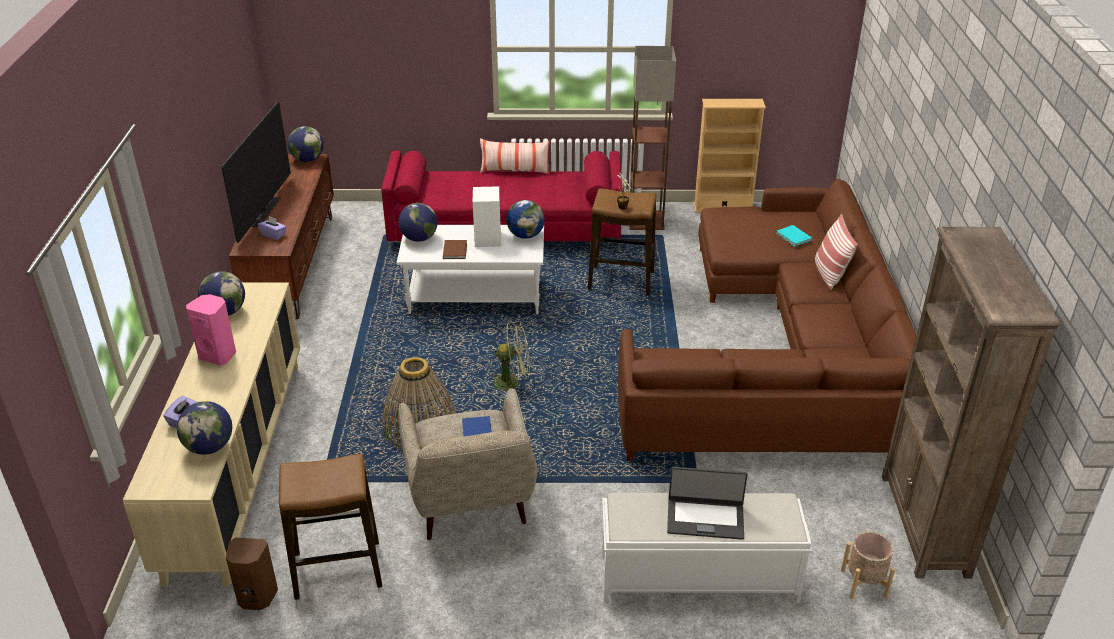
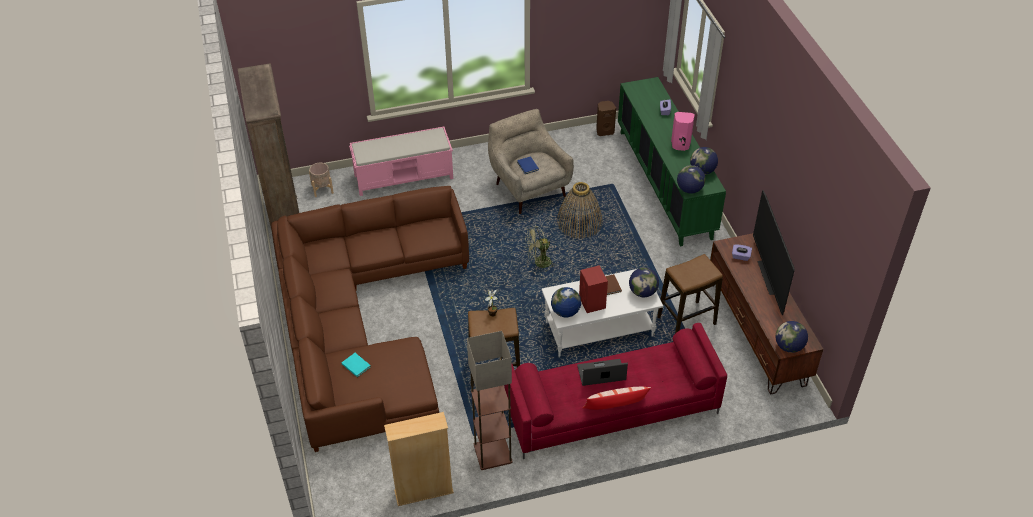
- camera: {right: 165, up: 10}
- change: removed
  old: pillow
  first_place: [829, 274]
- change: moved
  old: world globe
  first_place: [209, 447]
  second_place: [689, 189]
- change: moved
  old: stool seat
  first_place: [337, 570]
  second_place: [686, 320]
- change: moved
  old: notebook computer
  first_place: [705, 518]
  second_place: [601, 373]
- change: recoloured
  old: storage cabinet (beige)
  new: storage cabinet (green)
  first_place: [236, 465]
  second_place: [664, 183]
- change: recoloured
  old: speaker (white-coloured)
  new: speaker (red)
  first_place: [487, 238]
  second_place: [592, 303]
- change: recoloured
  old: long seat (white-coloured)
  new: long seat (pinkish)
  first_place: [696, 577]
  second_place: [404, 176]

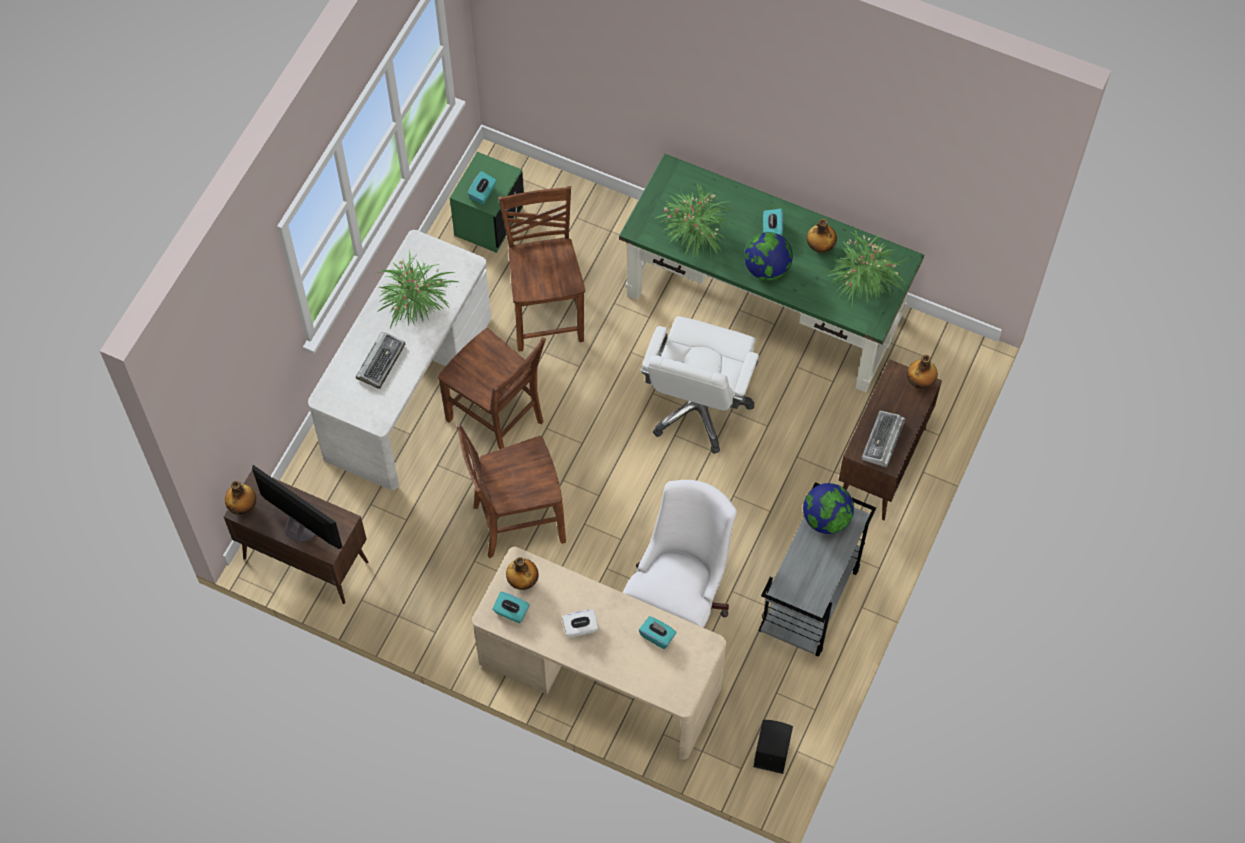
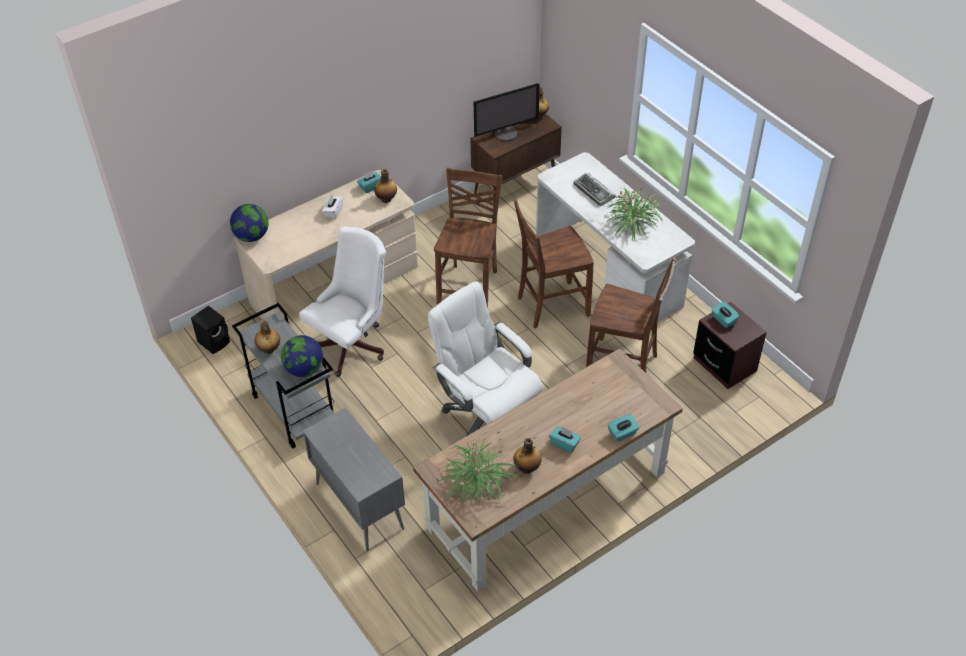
- camera: {right: 120, up: -15}
- change: removed
  old: plant in a pot
  first_place: [694, 231]
- change: removed
  old: computer keyboard
  first_place: [882, 441]
- change: moved
  old: tissue holder (blue-green)
  first_place: [657, 636]
  second_place: [622, 433]
- change: moved
  old: world globe
  first_place: [767, 268]
  second_place: [252, 236]
- change: moved
  old: drink bottle
  first_place: [920, 382]
  second_place: [269, 349]
- change: recoloured
  old: nightstand (green)
  new: nightstand (brown)
  first_place: [489, 221]
  second_place: [724, 365]
- change: recoloured
  old: desk unit (green)
  new: desk unit (brown)
  first_place: [766, 305]
  second_place: [546, 500]
- change: recoloured
  old: storage cabinet (brown)
  new: storage cabinet (gray)
  first_place: [881, 466]
  second_place: [358, 505]
- change: turned
  old: office chair (white-coloured)
  first_place: [679, 598]
  second_place: [352, 343]
  degrees: -105

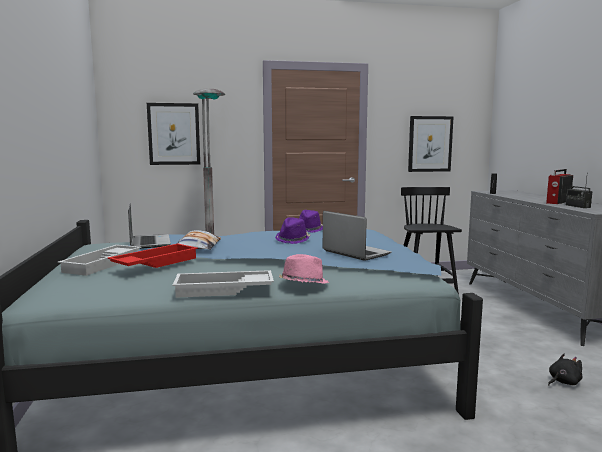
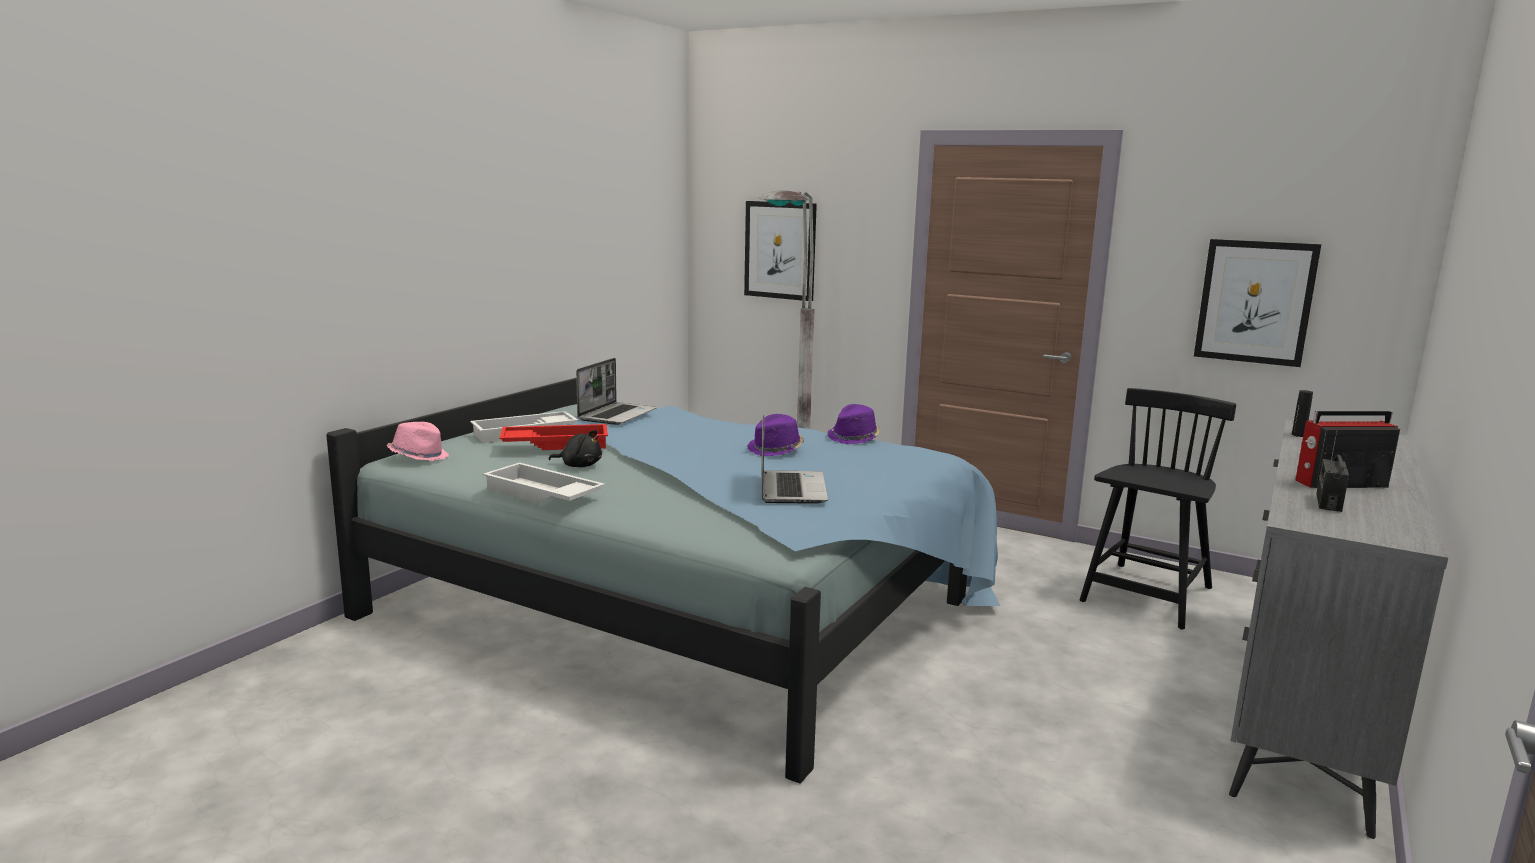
- camera: {right: 40, up: 5}
- change: removed
  old: pillow
  first_place: [198, 246]
- change: moved
  old: clothing hat (pinkish)
  first_place: [303, 284]
  second_place: [419, 456]
- change: moved
  old: soft toy (black-coloured)
  first_place: [563, 382]
  second_place: [579, 465]

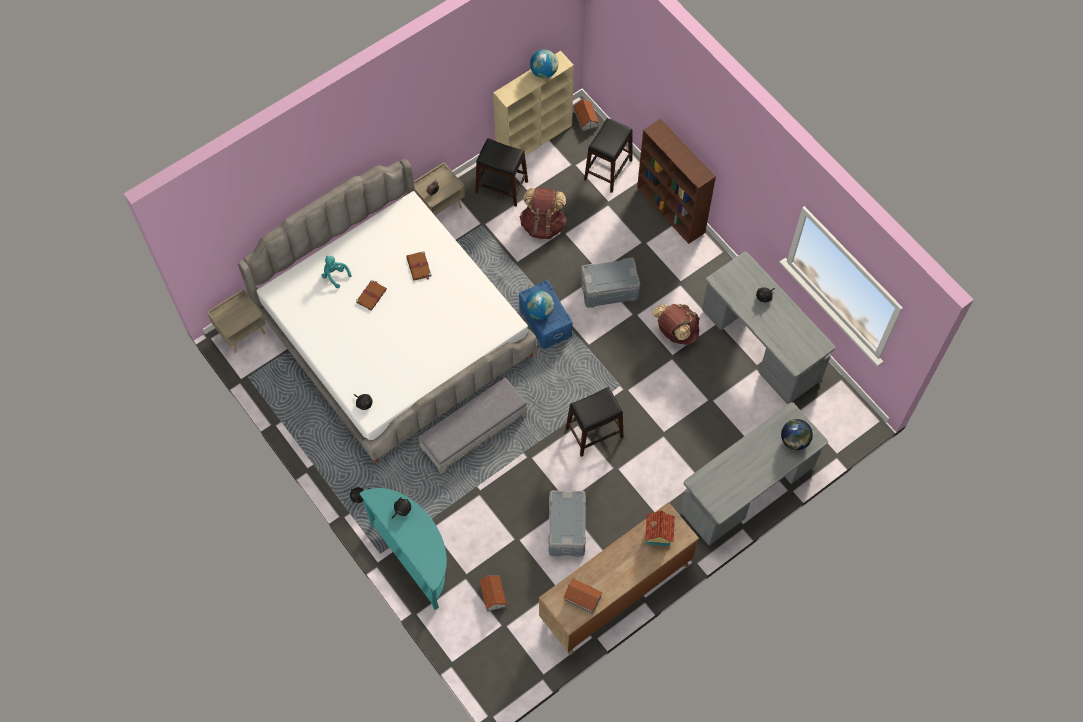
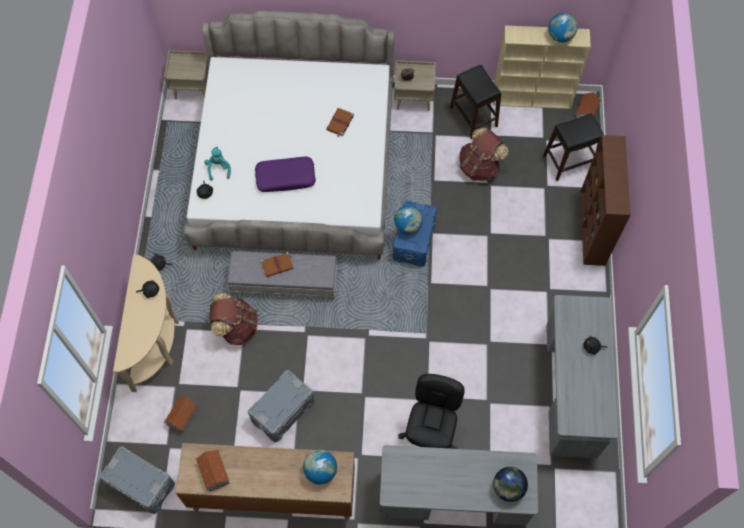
- camera: {right: 40, up: 0}
- change: removed
  old: stool seat (black-coloured)
  first_place: [594, 433]
- change: added
  new: pillow (purplish)
  second_place: [285, 177]
- change: added
  new: office chair (black-coloured)
  second_place: [430, 435]
- change: moved
  old: soft toy (blue-green)
  first_place: [335, 275]
  second_place: [218, 168]
- change: moved
  old: volume (brown)
  first_place: [371, 295]
  second_place: [278, 265]
- change: moved
  old: storage container (gray)
  first_place: [609, 289]
  second_place: [141, 483]
- change: moved
  old: backpack (brown)
  first_place: [675, 332]
  second_place: [236, 327]
- change: replaced
  old: toy house
  new: world globe
  first_place: [657, 534]
  second_place: [320, 471]
- change: recoloured
  old: narrow table (blue-green)
  new: narrow table (beige)
  first_place: [416, 557]
  second_place: [156, 341]

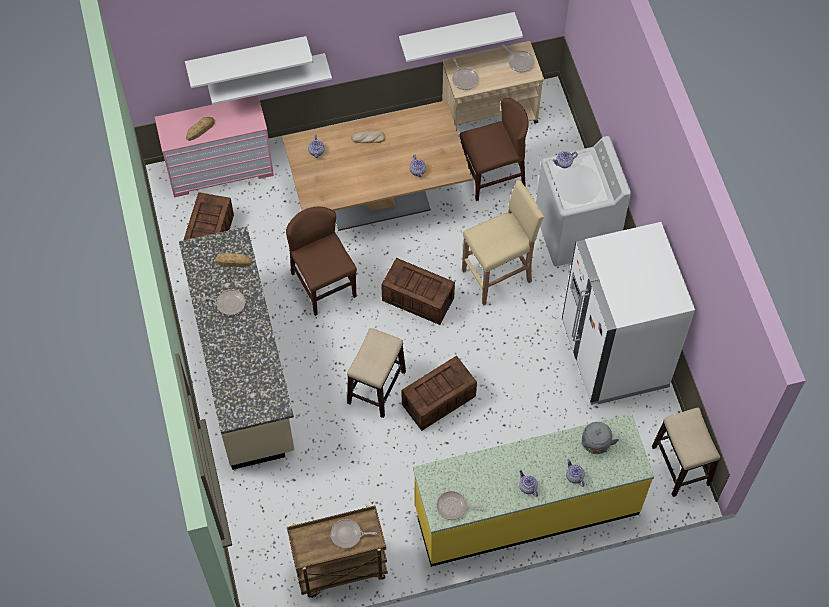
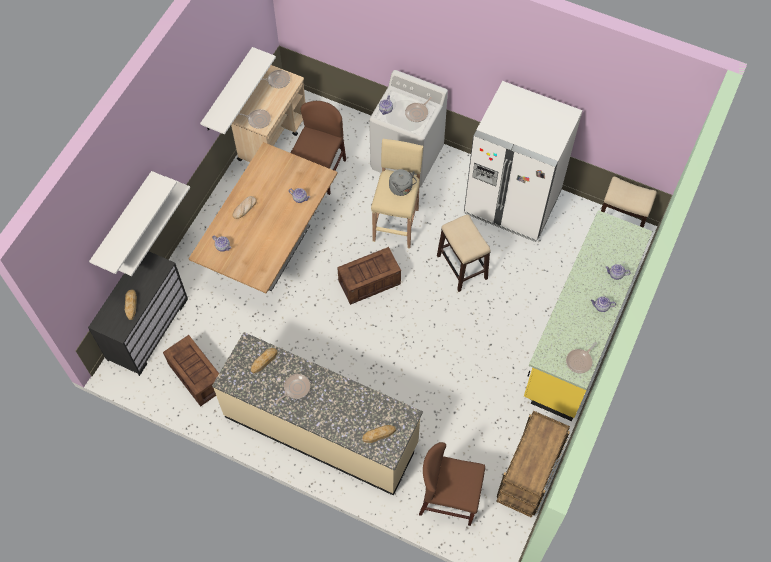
- camera: {right: -50, up: 0}
- change: removed
  old: crate
  first_place: [438, 401]
- change: added
  new: bakery bread
  second_place: [379, 434]
- change: moved
  old: plain chair (brown)
  first_place: [323, 285]
  second_place: [449, 499]
- change: moved
  old: skillet
  first_place: [348, 535]
  second_place: [417, 113]
- change: moved
  old: stool seat
  first_place: [376, 387]
  second_place: [461, 266]
- change: moved
  old: water kettle (gray)
  first_place: [595, 444]
  second_place: [402, 189]
- change: recoloured
  old: drawer chest (pinkish)
  new: drawer chest (black-coloured)
  first_place: [220, 169]
  second_place: [147, 329]

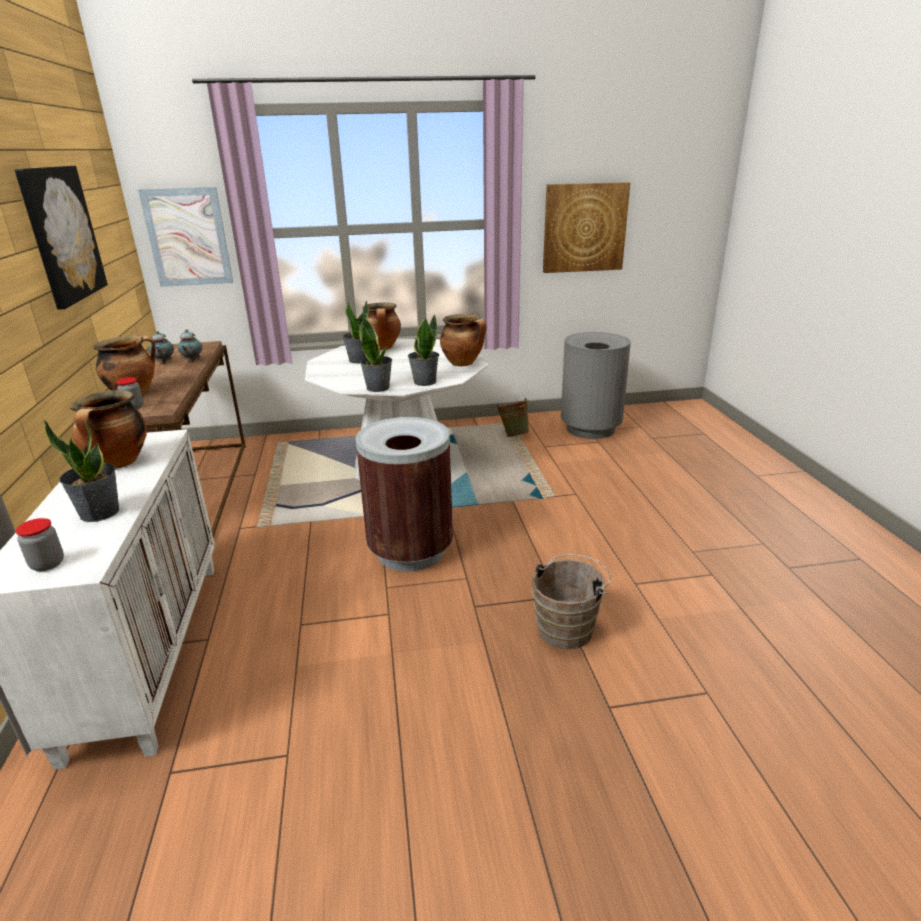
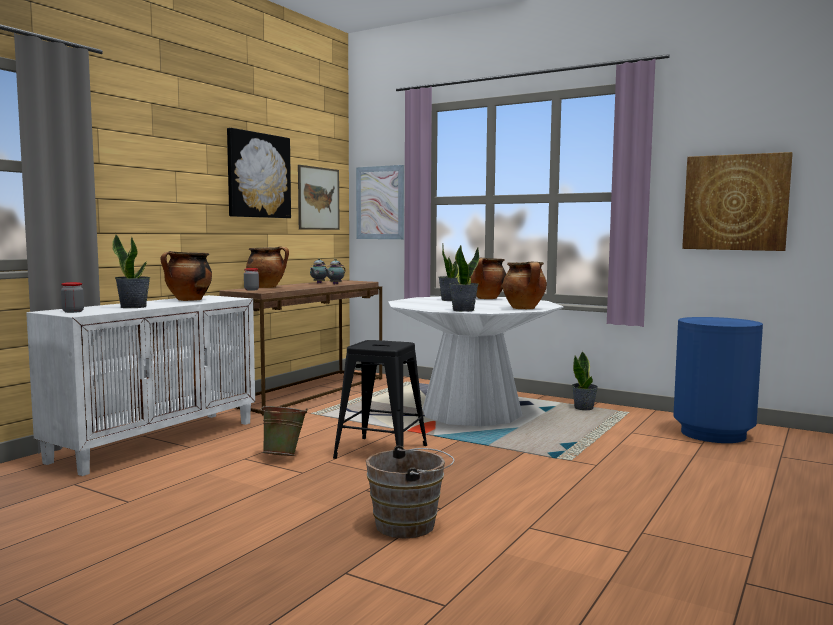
- camera: {right: 40, up: -20}
- change: added
  new: wall picture
  second_place: [318, 198]
- change: moved
  old: plant in a pot
  first_place: [378, 388]
  second_place: [584, 408]
- change: moved
  old: pail (green)
  first_place: [513, 435]
  second_place: [284, 456]
- change: replaced
  old: rubbish bin (brown)
  new: stool seat (black-coloured)
  first_place: [410, 551]
  second_place: [382, 451]
- change: recoloured
  old: rubbish bin (gray)
  new: rubbish bin (blue-coloured)
  first_place: [590, 429]
  second_place: [713, 434]

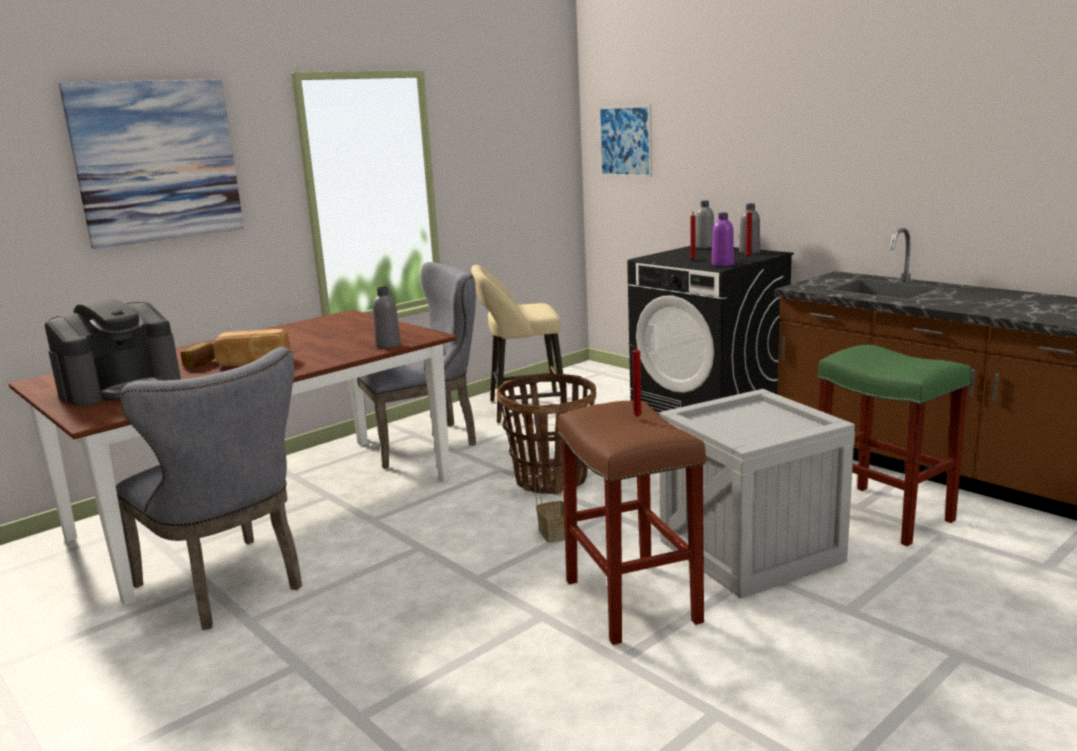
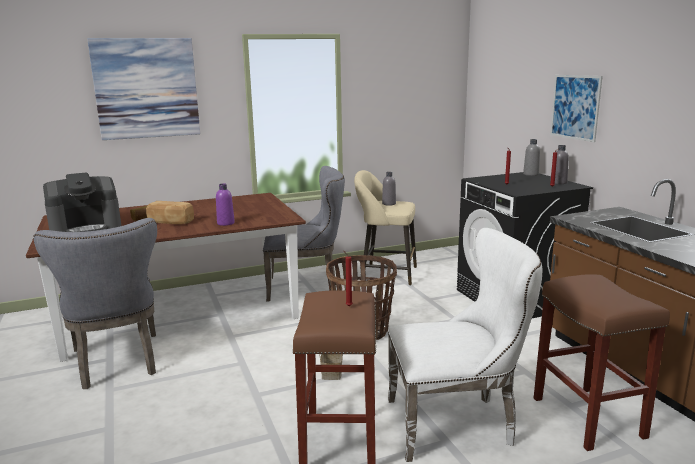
- camera: {right: 20, up: 0}
- change: moved
  old: drink bottle (gray)
  first_place: [388, 345]
  second_place: [389, 204]
- change: moved
  old: wall picture
  first_place: [625, 141]
  second_place: [575, 107]
- change: moved
  old: drink bottle (purplish)
  first_place: [722, 264]
  second_place: [225, 223]
- change: replaced
  old: crate
  new: plain chair (white-coloured)
  first_place: [752, 552]
  second_place: [457, 423]
- change: recoloured
  old: stool seat (green)
  new: stool seat (brown)
  first_place: [880, 514]
  second_place: [586, 416]

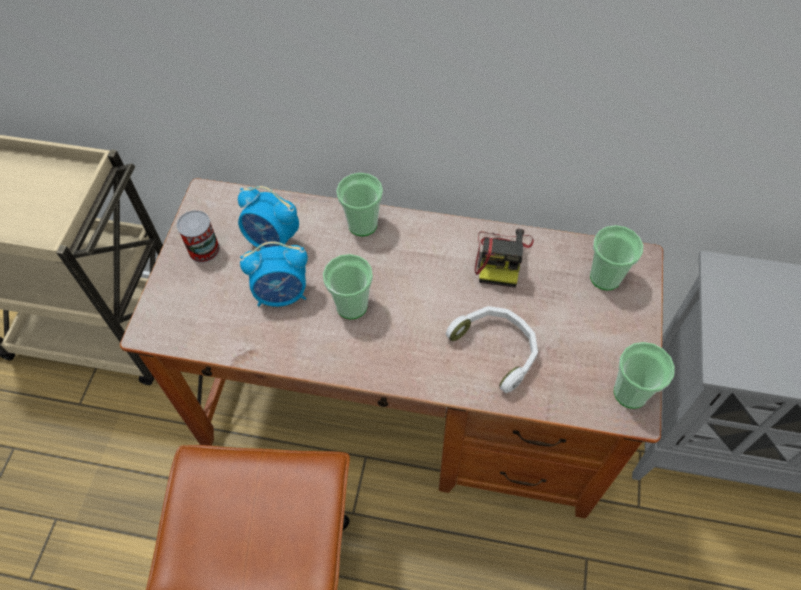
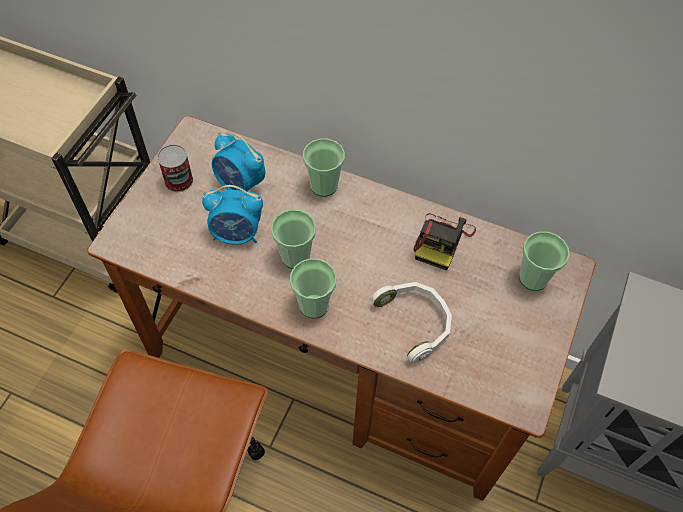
- camera: {right: 10, up: 0}
- change: moved
  old: small cup
  first_place: [630, 393]
  second_place: [314, 305]

